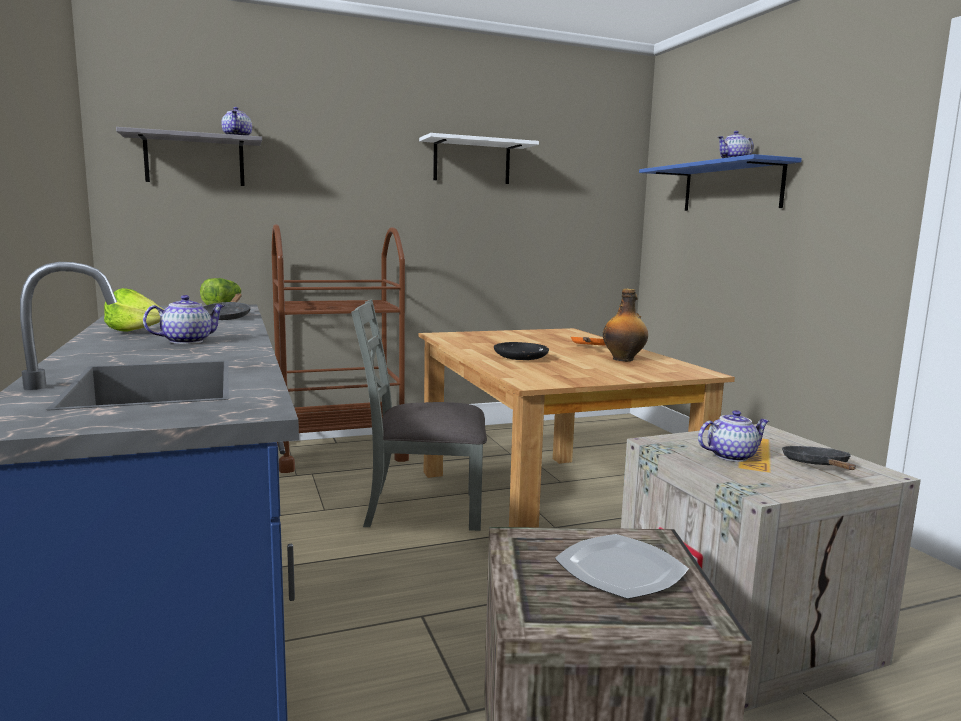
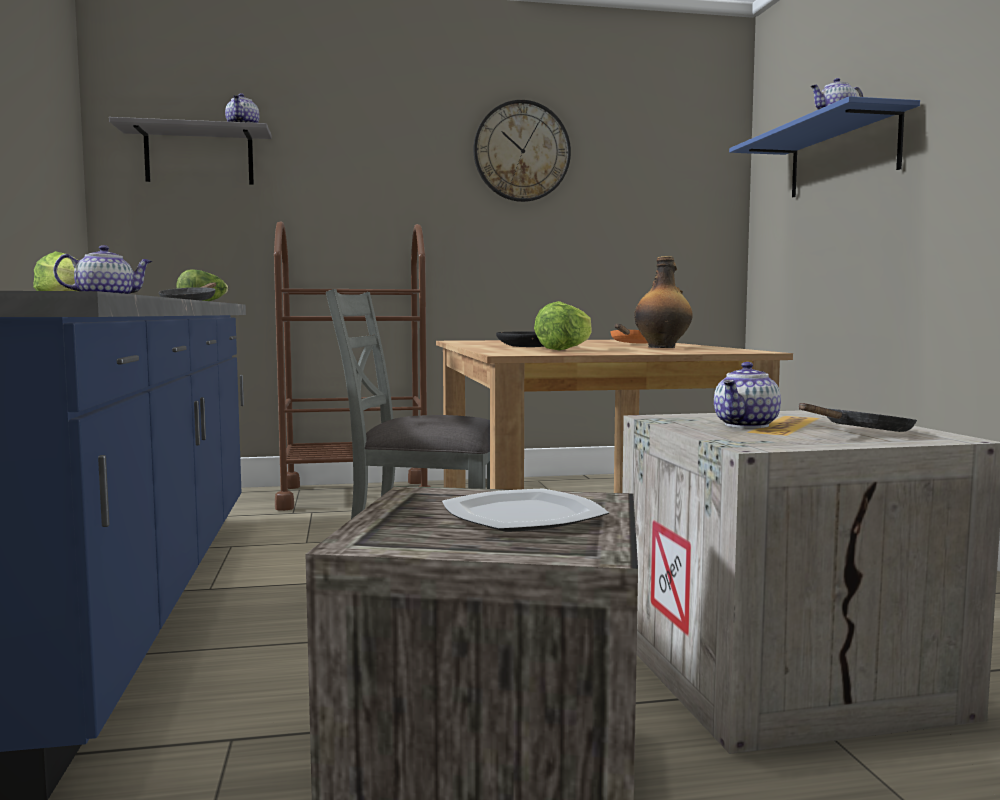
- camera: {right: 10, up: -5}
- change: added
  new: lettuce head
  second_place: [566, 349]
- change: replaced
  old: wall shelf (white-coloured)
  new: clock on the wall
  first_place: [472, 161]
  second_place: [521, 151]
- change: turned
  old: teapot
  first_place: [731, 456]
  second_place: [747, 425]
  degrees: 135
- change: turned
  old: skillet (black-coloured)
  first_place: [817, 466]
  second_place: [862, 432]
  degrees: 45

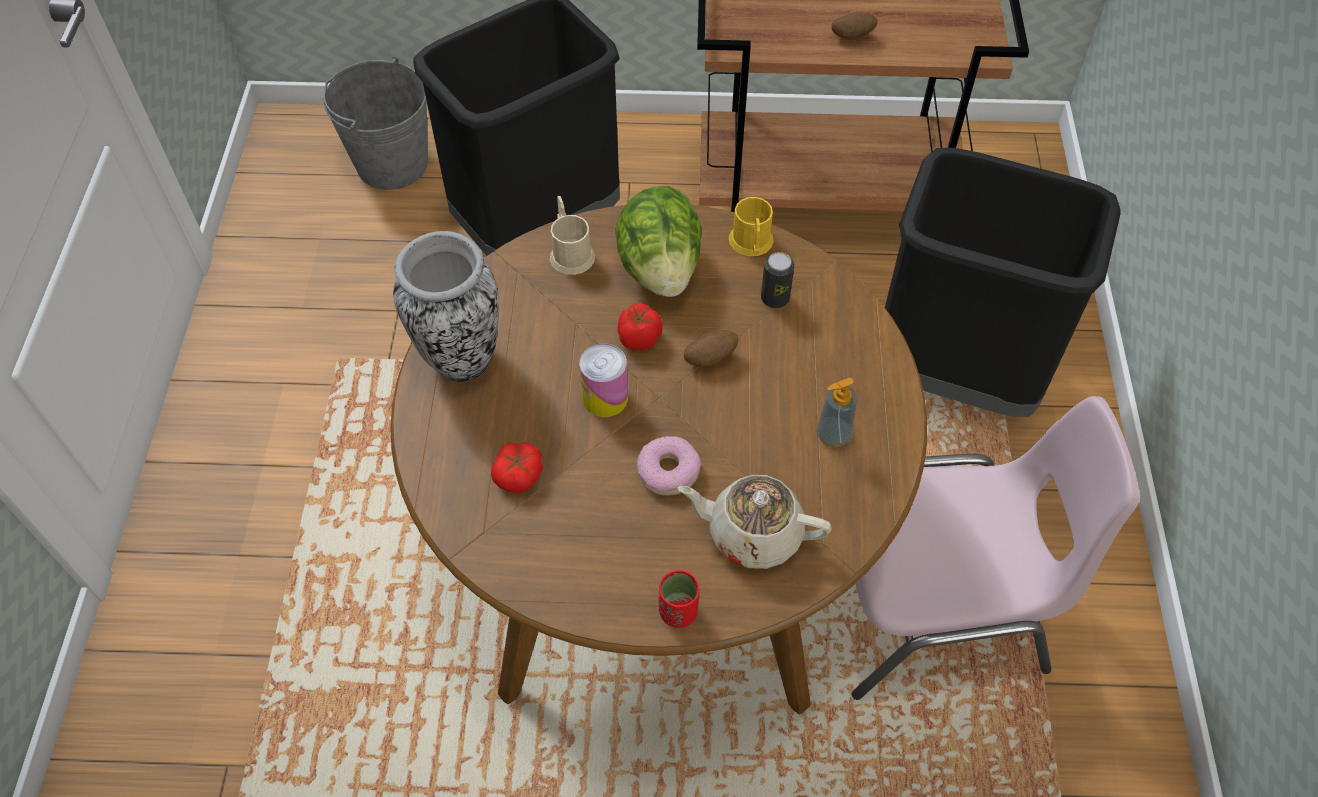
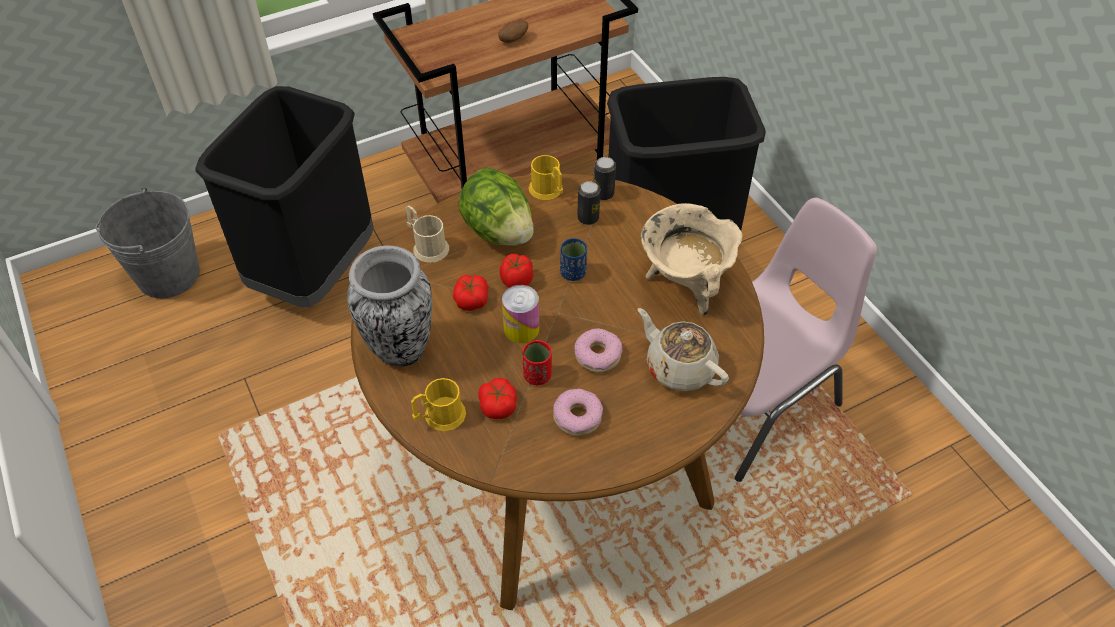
- camera: {right: -30, up: -5}
- change: added
  new: coffee mug (yellow-coloured)
  second_place: [439, 416]
- change: added
  new: tomato
  second_place: [471, 299]
- change: added
  new: donut
  second_place: [577, 417]
- change: added
  new: can
  second_place: [603, 194]
- change: moved
  old: small cup (red)
  first_place: [678, 612]
  second_place: [537, 376]
- change: replaced
  old: potato
  new: small cup (blue-coloured)
  first_place: [710, 358]
  second_place: [573, 273]
- change: replaced
  old: soap bottle
  new: saucepot (beige)
  first_place: [833, 435]
  second_place: [685, 285]
- change: turned
  old: teapot (beige)
  first_place: [752, 533]
  second_place: [679, 367]
  degrees: 60

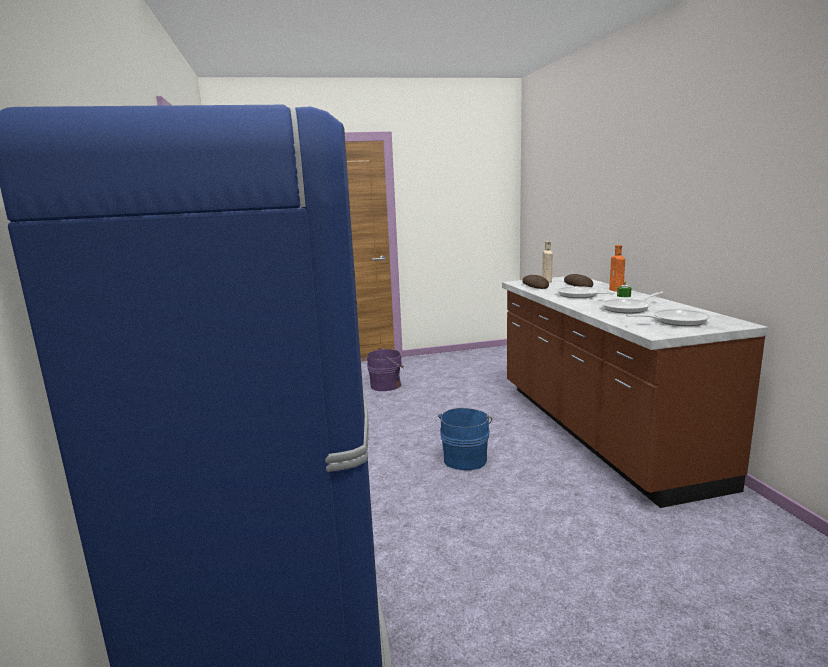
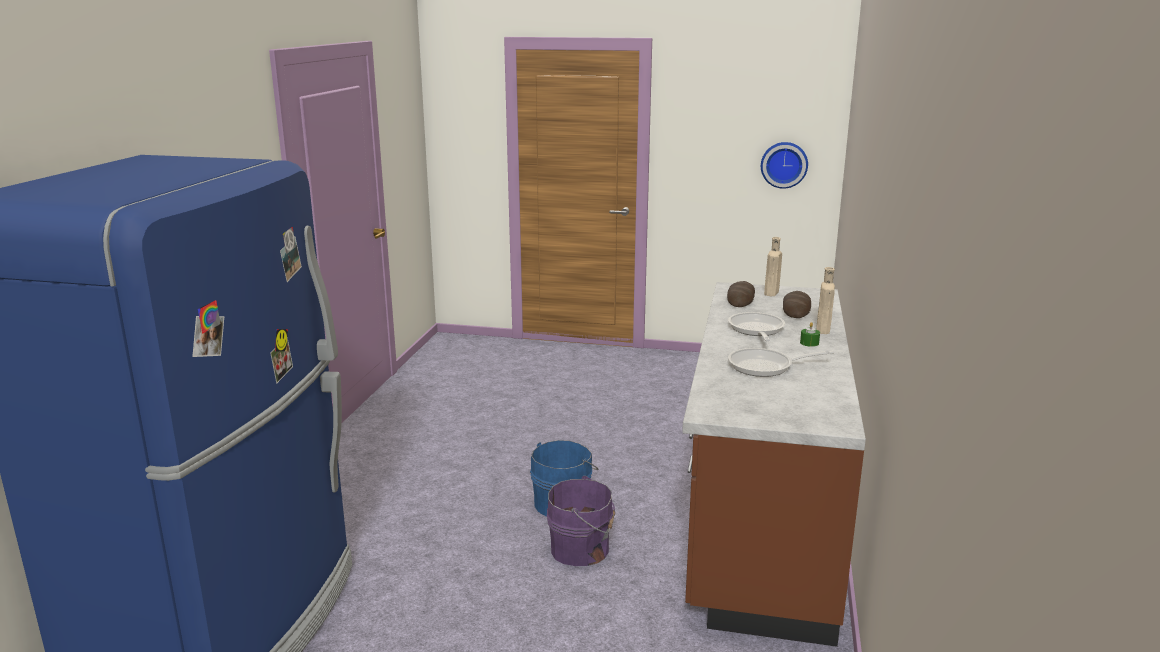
- camera: {right: 25, up: 5}
- change: removed
  old: skillet
  first_place: [675, 321]
- change: added
  new: clock on the wall
  second_place: [784, 164]
- change: moved
  old: pail (purplish)
  first_place: [387, 385]
  second_place: [582, 549]
- change: recoloured
  old: drink bottle (orange)
  new: drink bottle (beige)
  first_place: [616, 290]
  second_place: [823, 330]

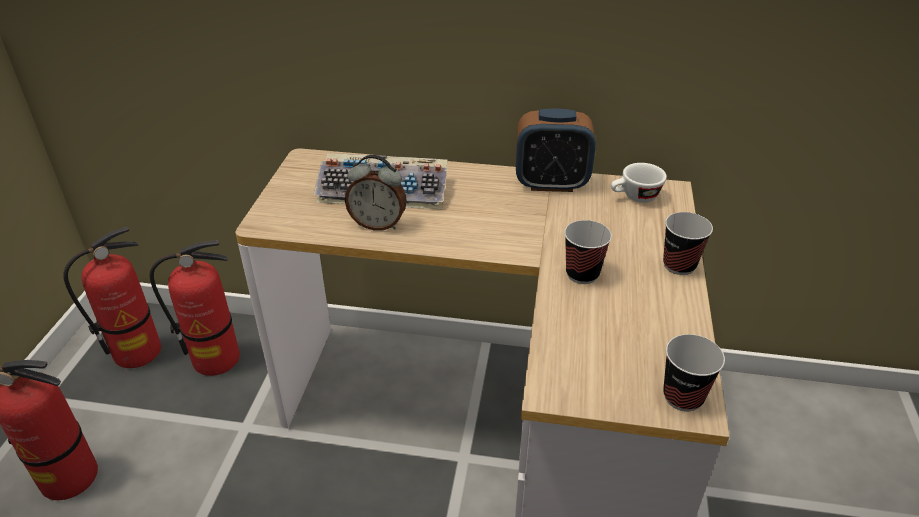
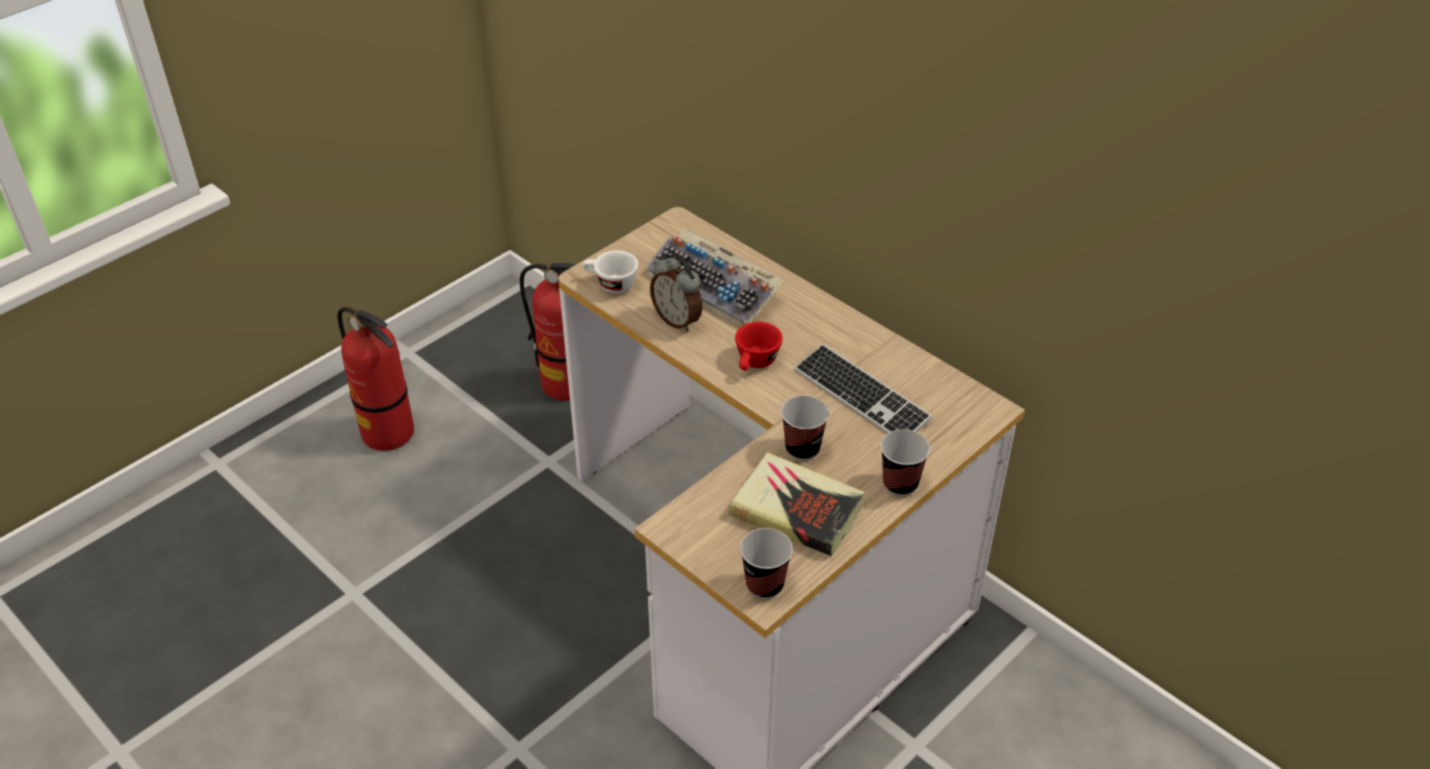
- camera: {right: 35, up: 5}
- change: removed
  old: fire-fighting cylinder
  first_place: [138, 352]
- change: removed
  old: alarm clock
  first_place: [551, 184]
- change: added
  new: volume
  second_place: [796, 510]
- change: added
  new: small cup (red)
  second_place: [755, 363]
- change: added
  new: computer keyboard
  second_place: [861, 396]
- change: moved
  old: small cup (white-coloured)
  first_place: [634, 197]
  second_place: [610, 285]

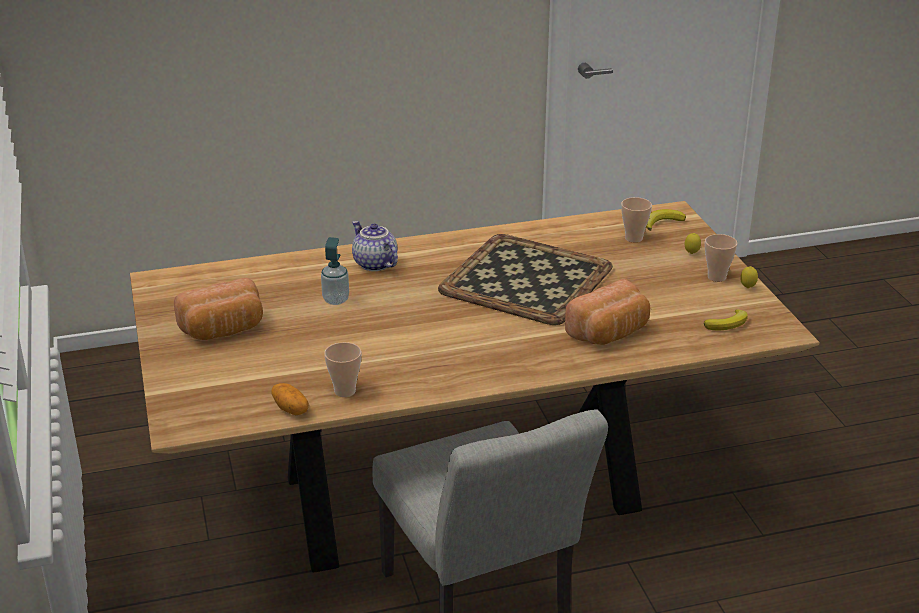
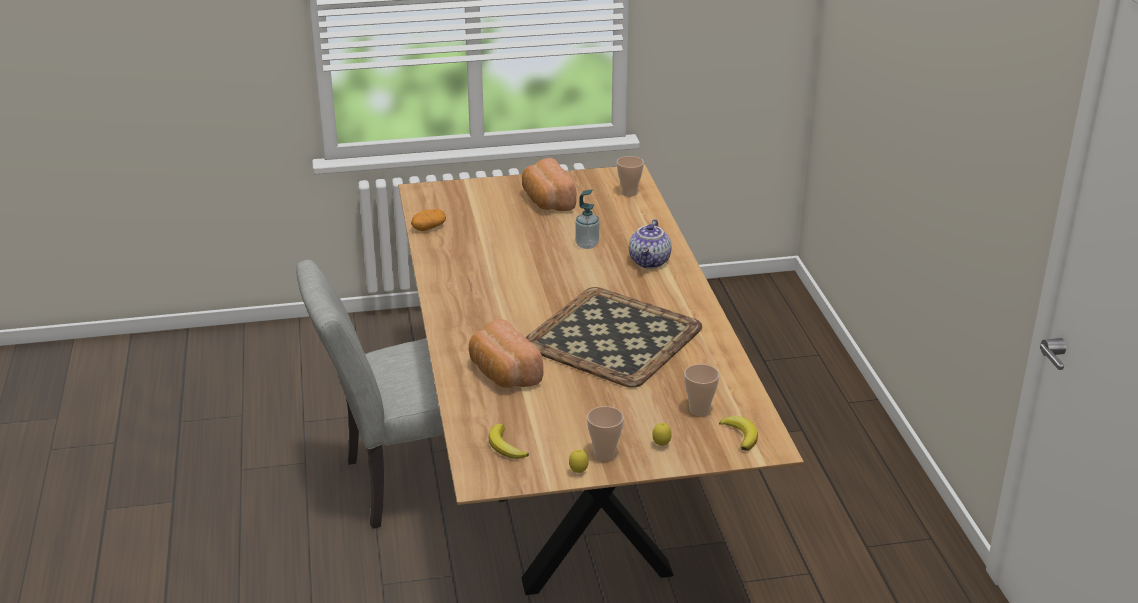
- camera: {right: 95, up: 0}
- change: moved
  old: small cup
  first_place: [345, 391]
  second_place: [629, 193]
- change: turned
  old: teapot
  first_place: [374, 264]
  second_place: [650, 262]
  degrees: 135

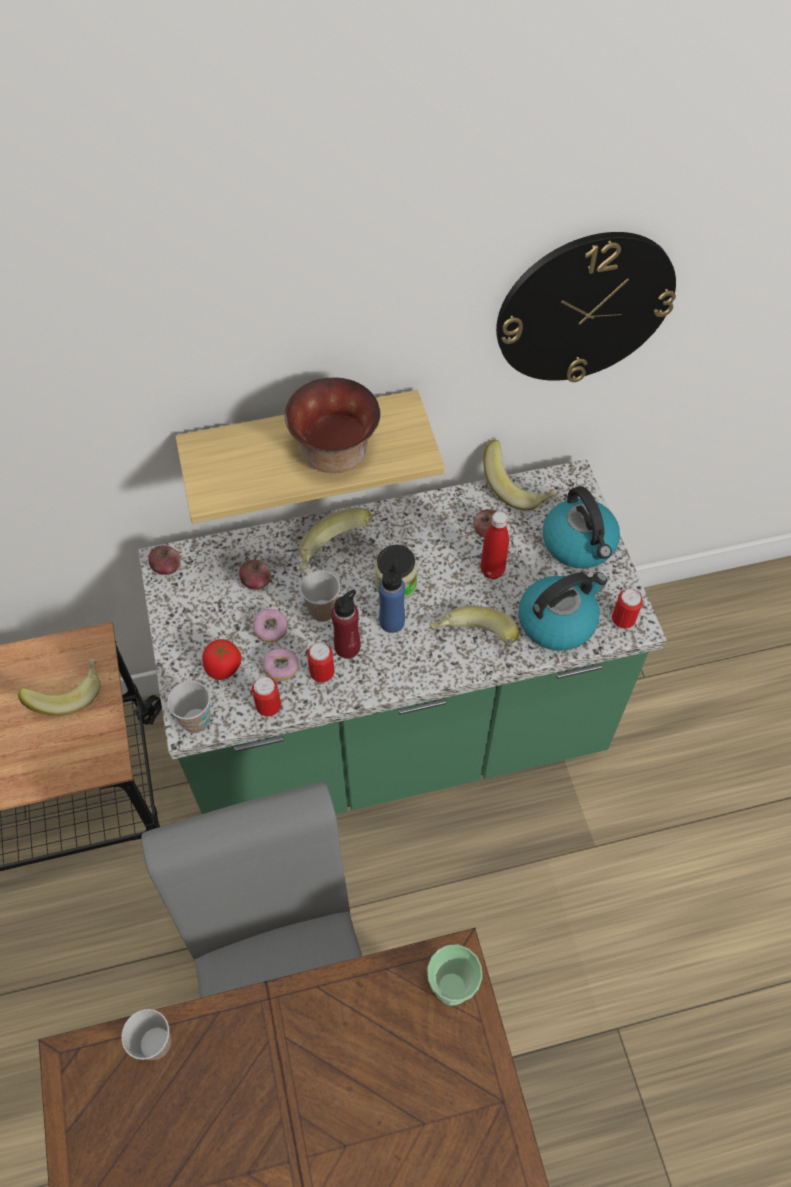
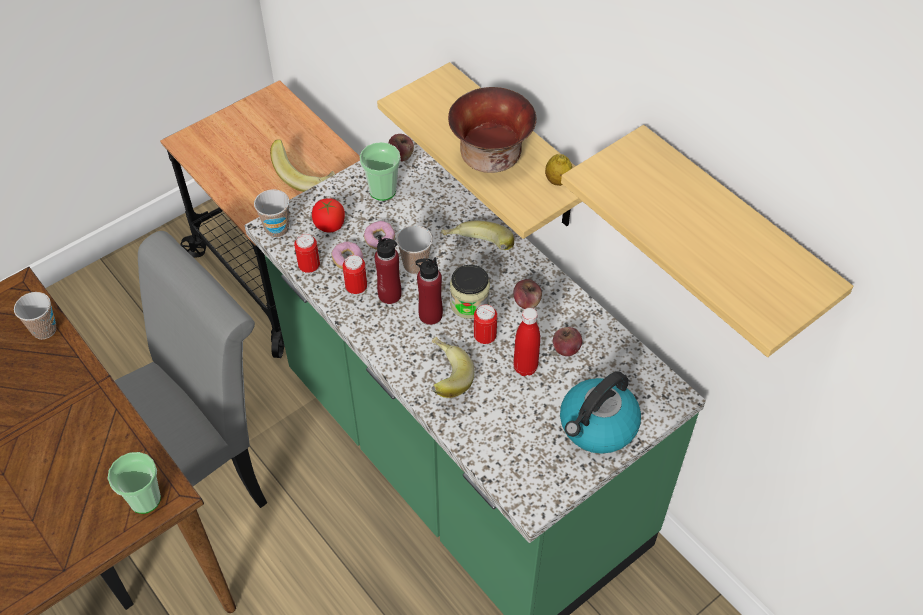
- camera: {right: 65, up: -5}
- change: removed
  old: whole banana
  first_place: [517, 488]
- change: removed
  old: water kettle
  first_place: [557, 621]
- change: added
  new: small cup
  second_place: [382, 191]
- change: added
  new: lemon
  second_place: [557, 181]
- change: moved
  old: apple
  first_place: [256, 582]
  second_place: [527, 302]
- change: moved
  old: can
  first_place: [622, 620]
  second_place: [485, 337]
- change: replaced
  old: clock on the wall
  new: wall shelf
  first_place: [584, 308]
  second_place: [732, 235]
- change: recoloured
  old: drink bottle (blue-coloured)
  new: drink bottle (red)
  first_place: [392, 622]
  second_place: [430, 315]

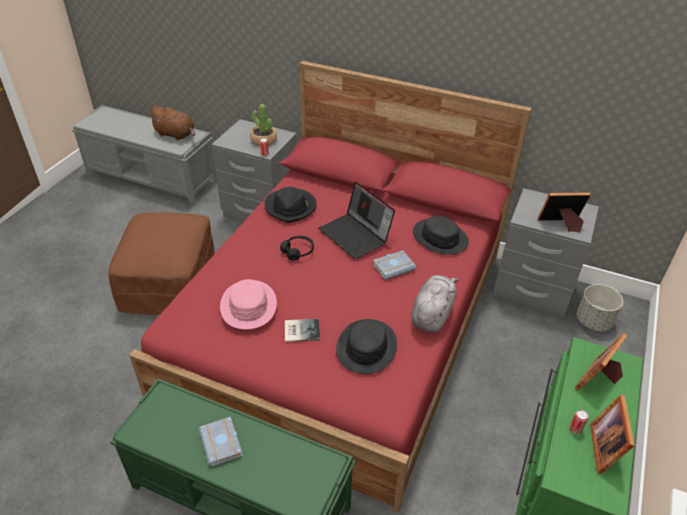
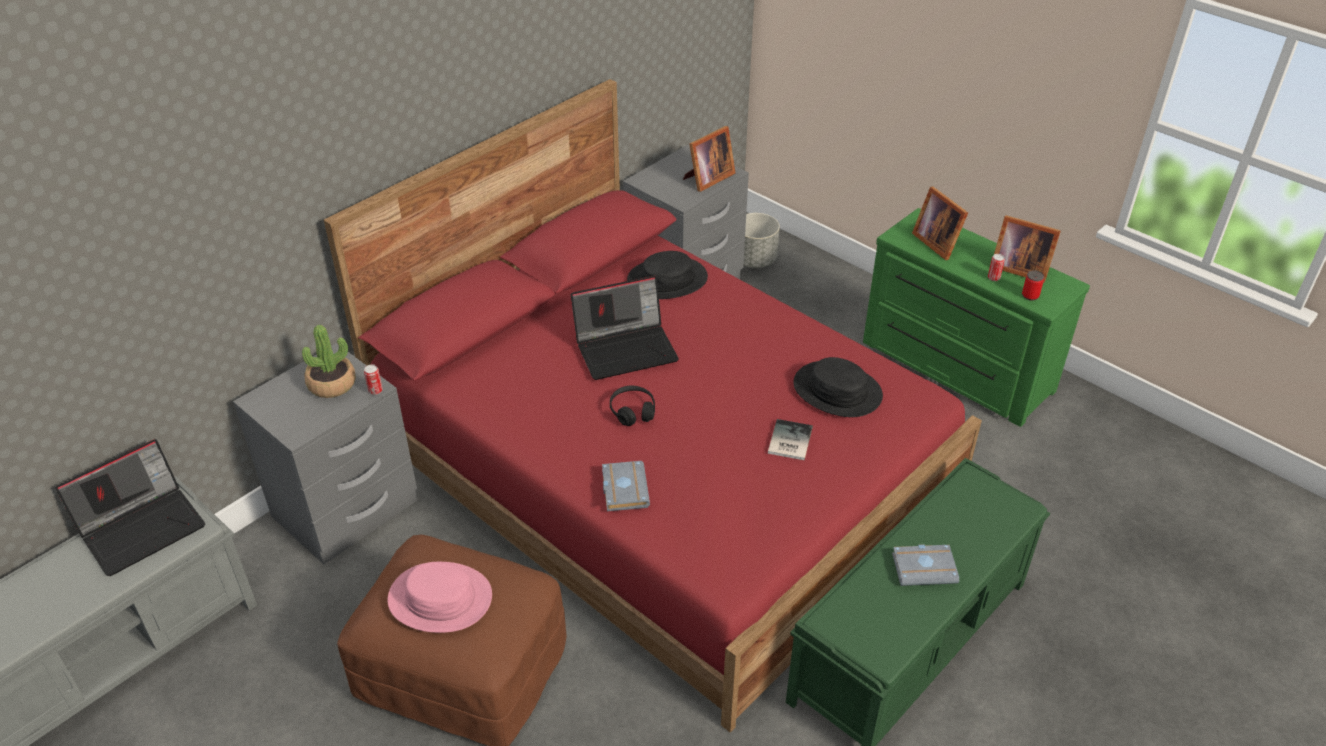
- camera: {right: -70, up: 0}
- change: removed
  old: clothing hat (black-coloured)
  first_place: [291, 207]
- change: removed
  old: soft toy (gray)
  first_place: [432, 314]
- change: added
  new: can
  second_place: [1030, 295]
- change: moved
  old: clothing hat (pinkish)
  first_place: [248, 305]
  second_place: [440, 599]
- change: moved
  old: volume (gray)
  first_place: [394, 266]
  second_place: [623, 488]
- change: replaced
  old: soft toy (brown)
  new: notebook computer
  first_place: [176, 135]
  second_place: [143, 527]
- change: turned
  old: picture frame
  first_place: [561, 224]
  second_place: [707, 179]
  degrees: -150

